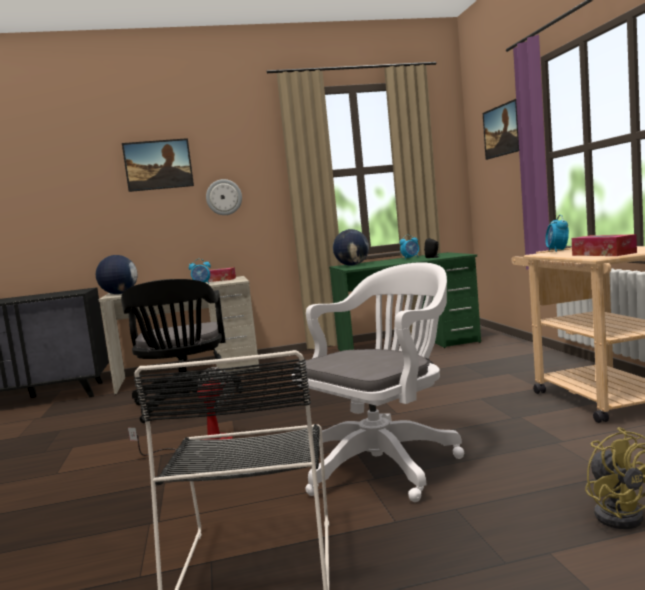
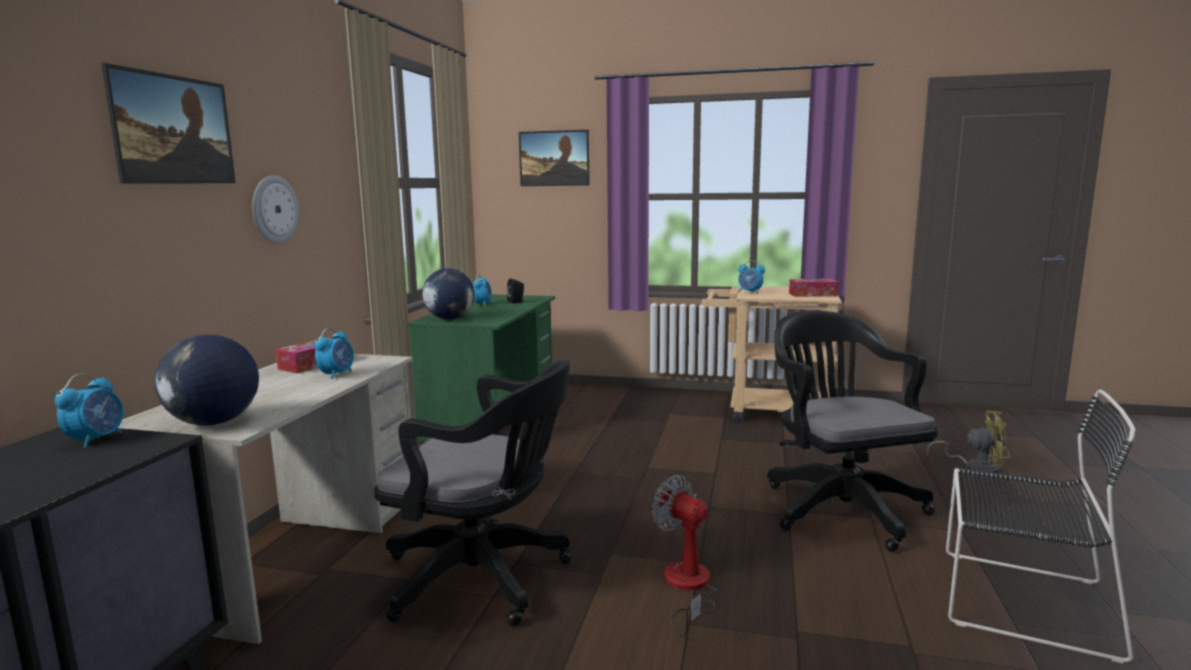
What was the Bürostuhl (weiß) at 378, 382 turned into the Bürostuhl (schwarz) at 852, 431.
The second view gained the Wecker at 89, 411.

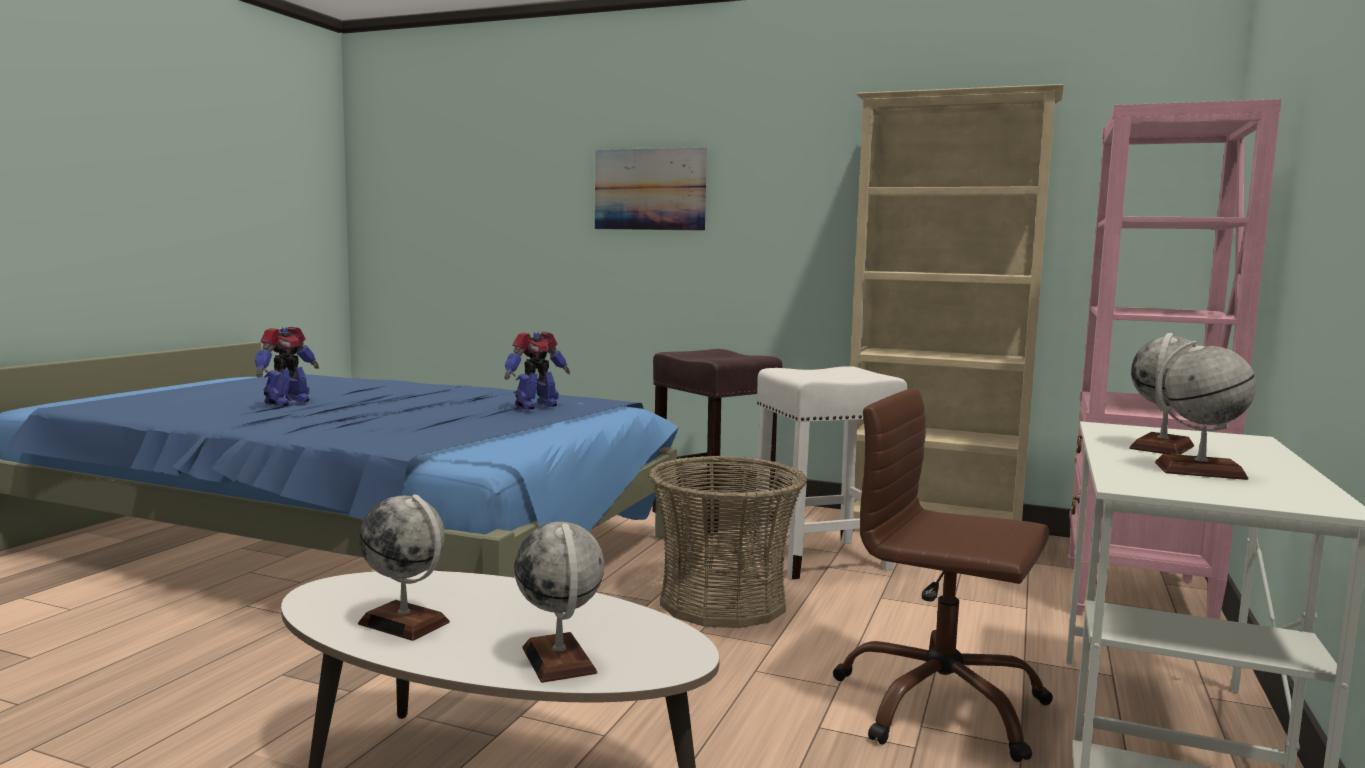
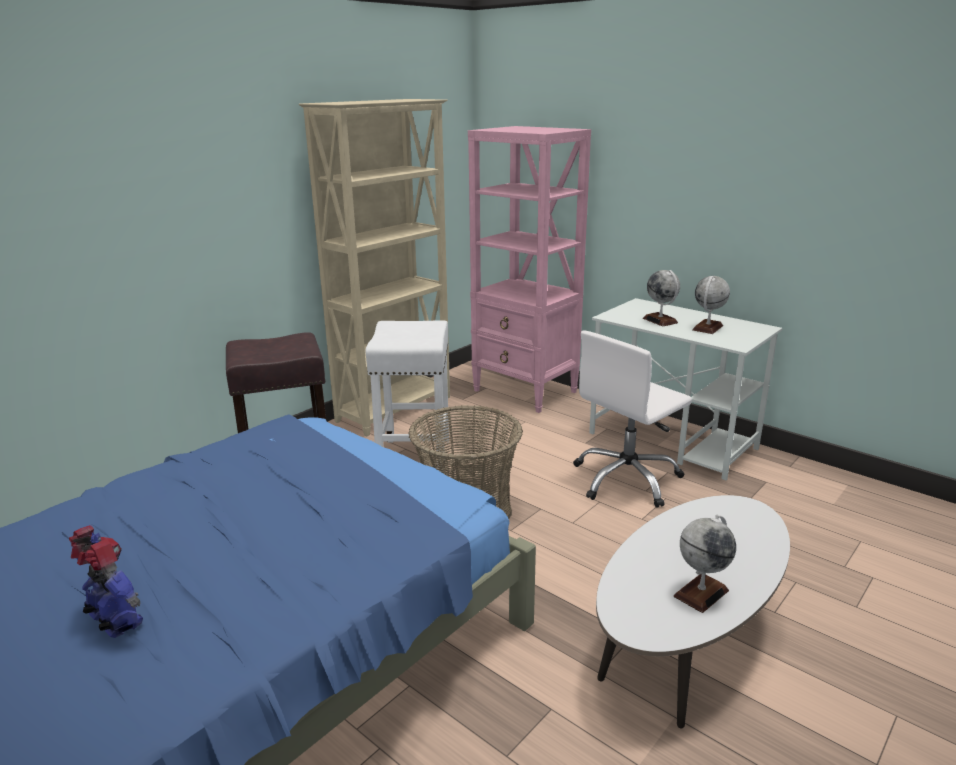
The second view lost the Bild at 651, 189.
The second view lost the Spielzeugroboter at 537, 370.
What was the Bürostuhl (braun) at 943, 575 turned into the Bürostuhl (weiß) at 632, 419.
The second view lost the Globus at 559, 602.

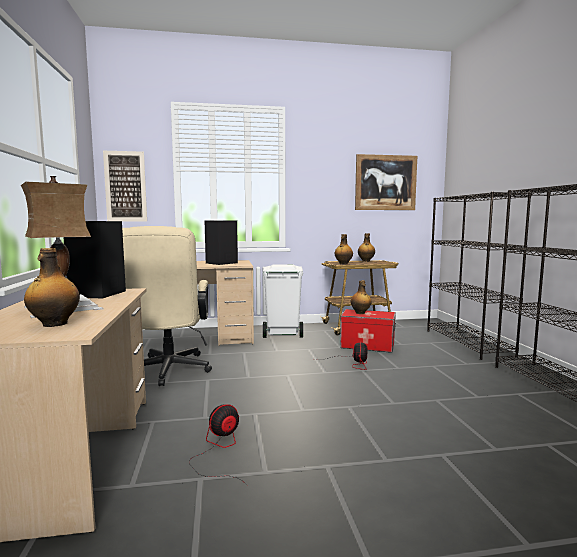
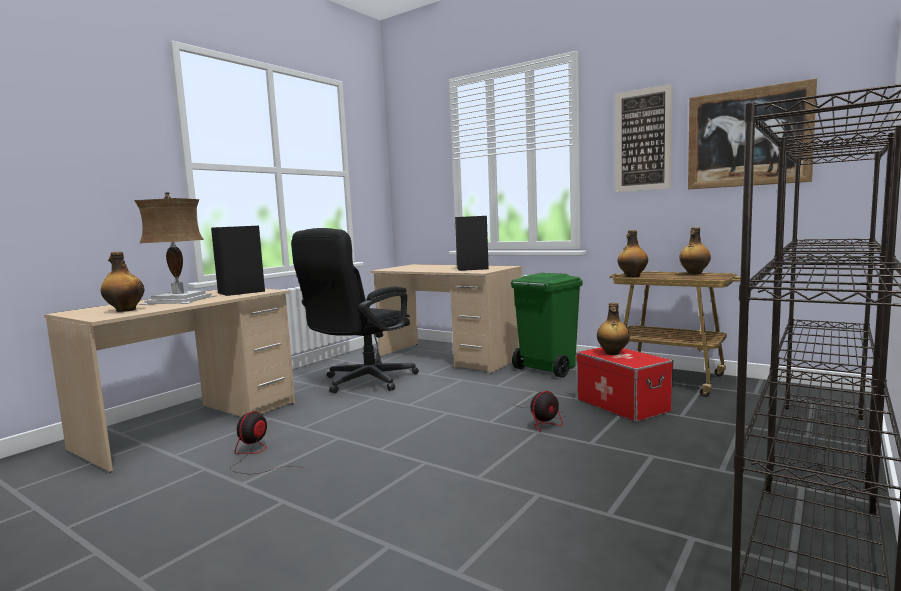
The Bild ended up elsewhere, having gone from 125, 186 to 644, 138.
What was the Bürostuhl (beige) at 167, 306 turned into the Bürostuhl (schwarz) at 355, 310.
What was the Mülleimer (weiß) at 283, 301 turned into the Mülleimer (grün) at 547, 325.
The Ventilator at 218, 445 ended up facing another way, 75 degrees counterclockwise from before.

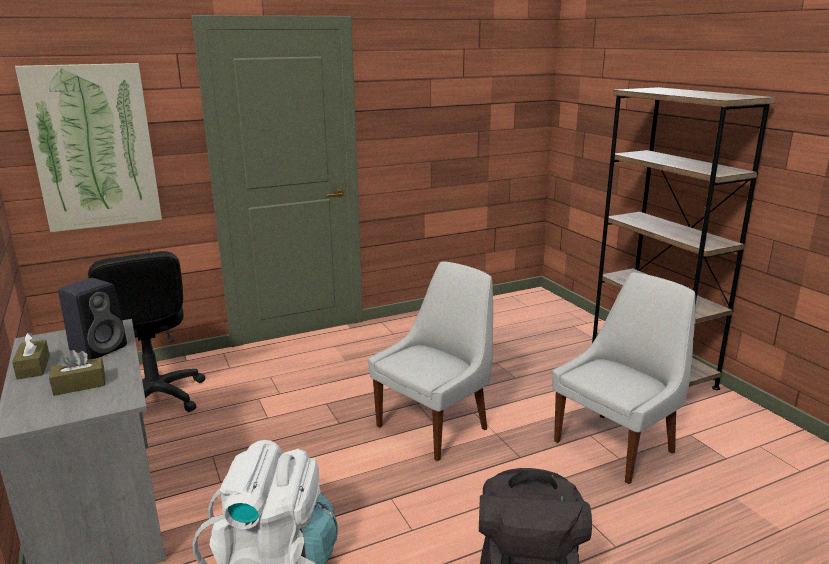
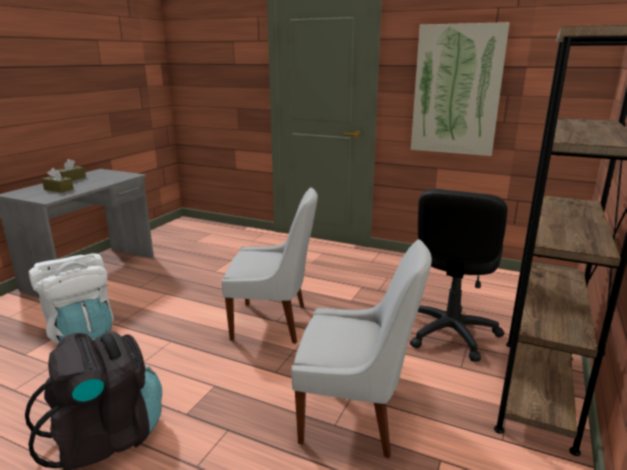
The Bild ended up elsewhere, having gone from 88, 147 to 460, 89.
The Bürostuhl (schwarz) ended up elsewhere, having gone from 146, 331 to 459, 275.
The second view lost the Lautsprecher (schwarz) at 92, 319.

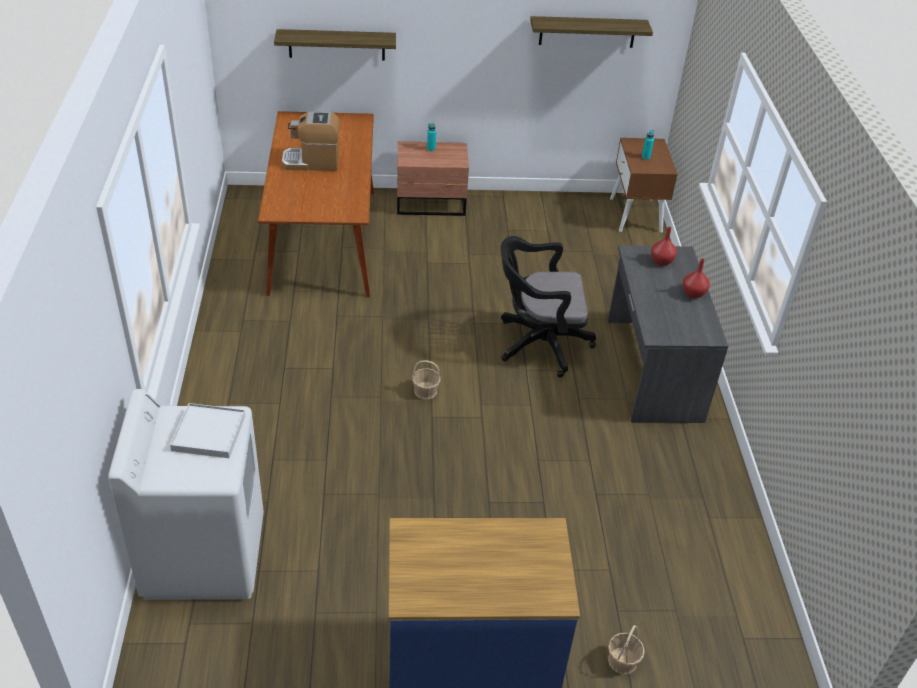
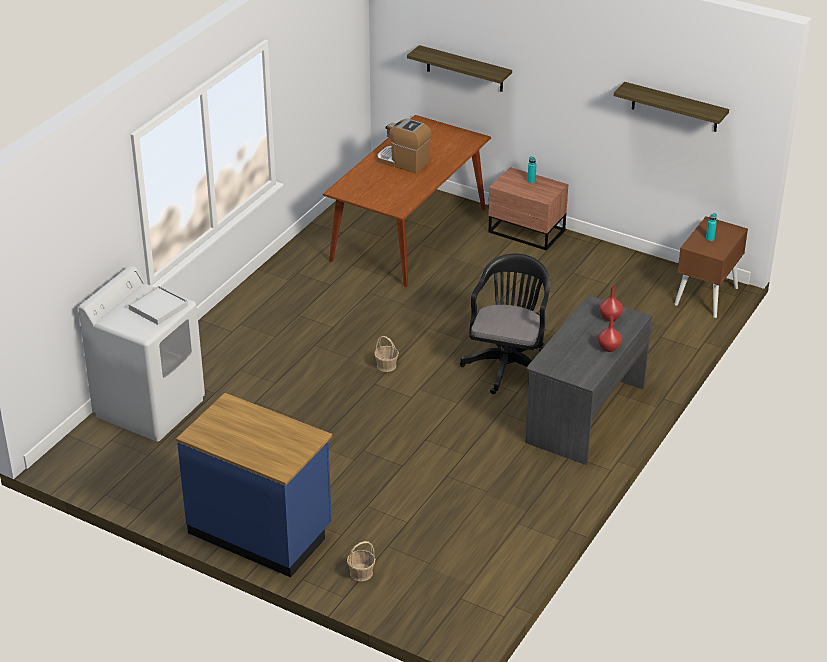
The Bürostuhl (schwarz) at 548, 307 ended up facing another way, 75 degrees clockwise from before.

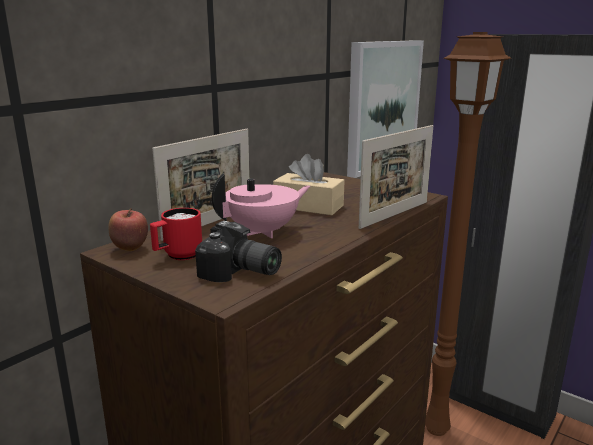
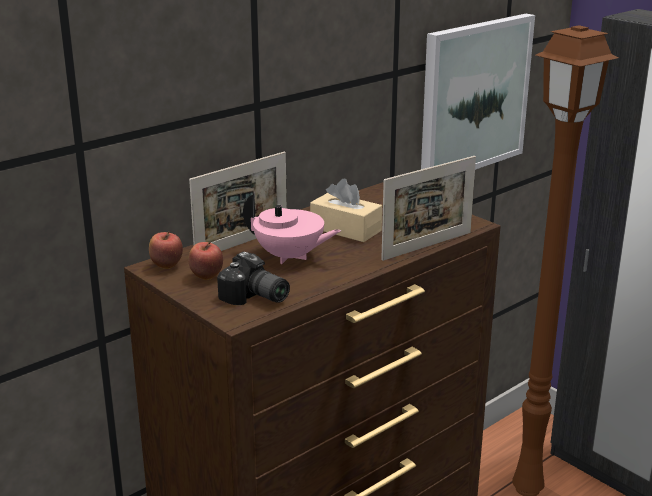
The Teekanne (rosa) at 261, 206 ended up facing another way, 45 degrees clockwise from before.
Where the Henkelbecher (rot) stood at 176, 234, the Apfel came to stand at 205, 261.

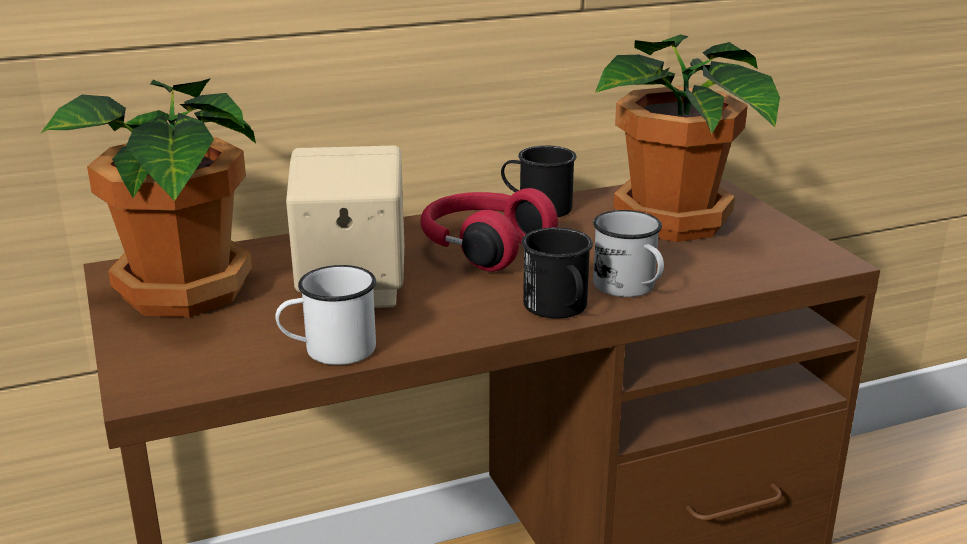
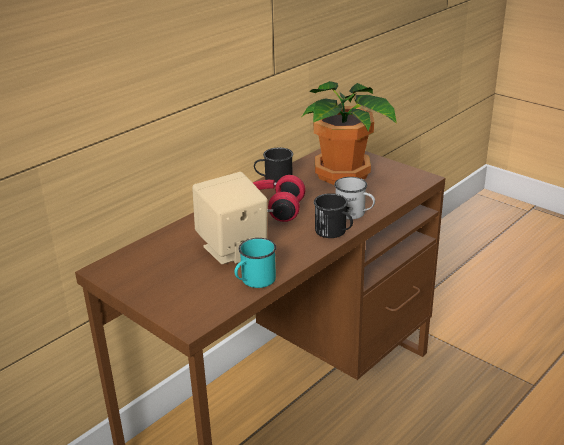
The second view lost the Topfpflanze at 148, 197.
What was the Henkelbecher (weiß) at 325, 315 turned into the Henkelbecher (türkis) at 255, 263.

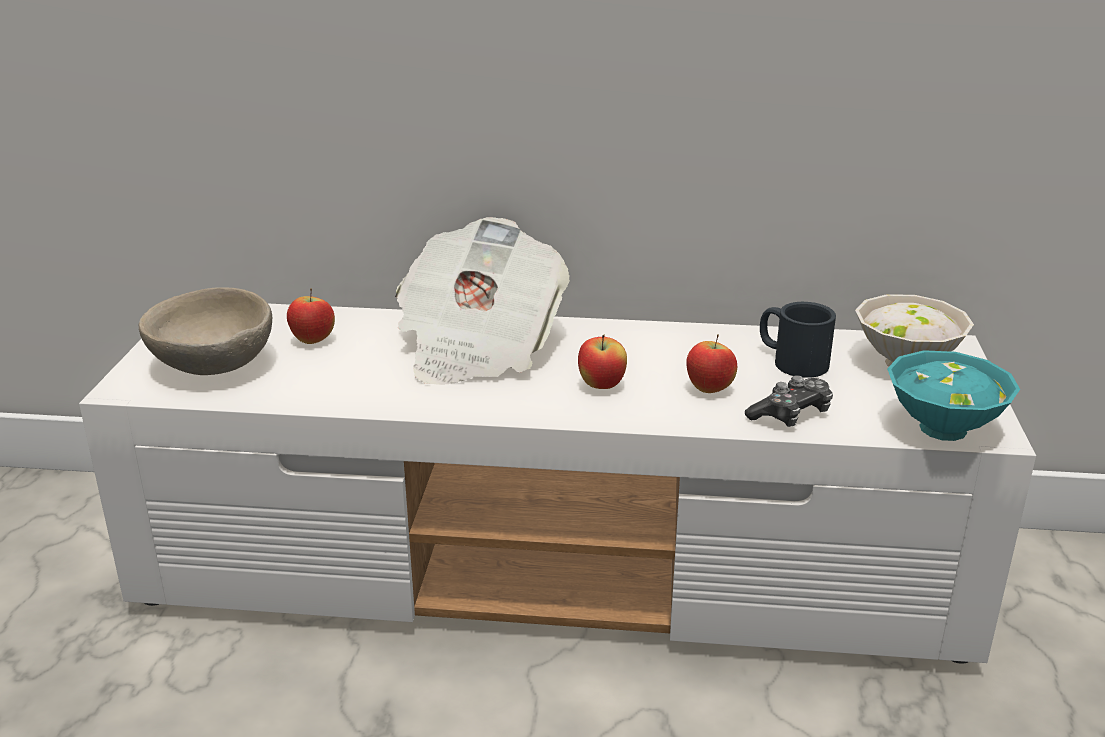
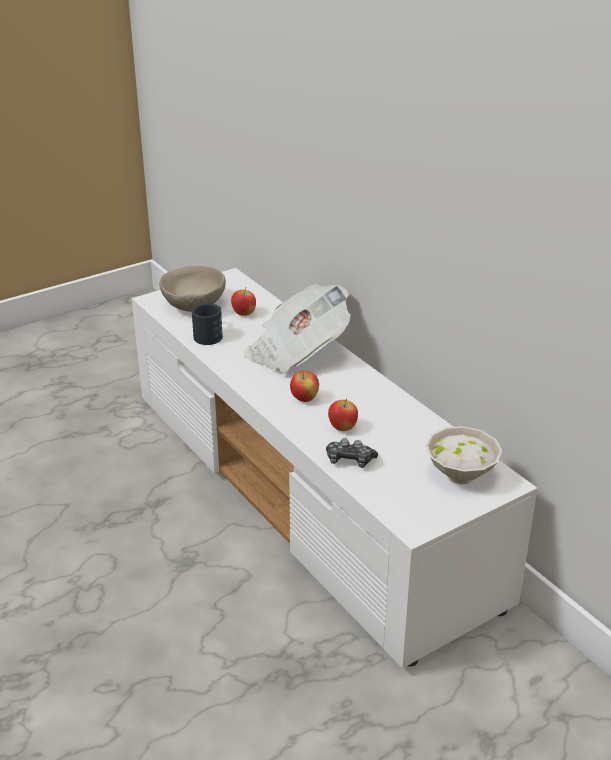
The Henkelbecher (schwarz) ended up elsewhere, having gone from 798, 340 to 207, 324.
The second view lost the Schüssel (türkis) at 953, 395.

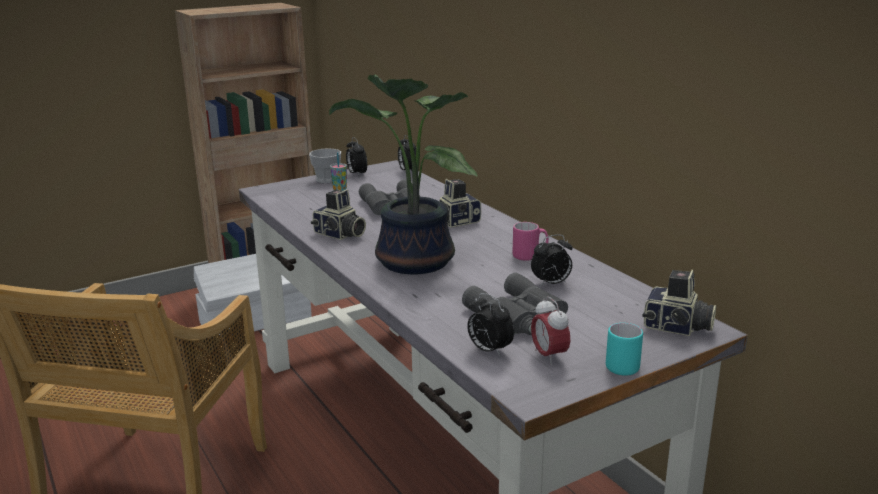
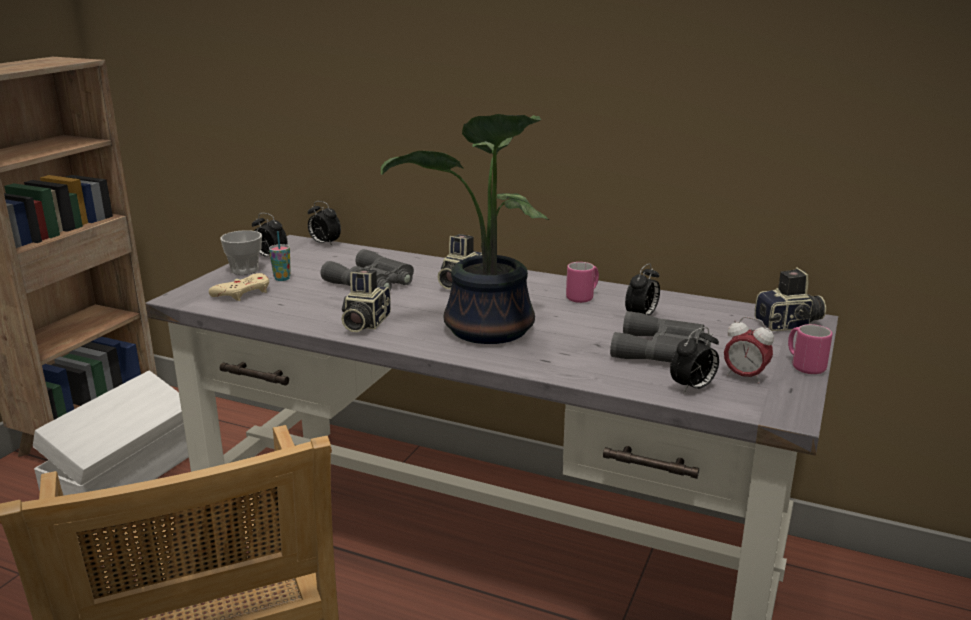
The Kamera at 338, 214 ended up facing another way, 105 degrees clockwise from before.
The Wecker at 490, 325 ended up facing another way, 45 degrees counterclockwise from before.
What was the Henkelbecher (türkis) at 624, 349 turned into the Henkelbecher (rosa) at 810, 349.
The second view gained the Gamepad (beige) at 239, 287.

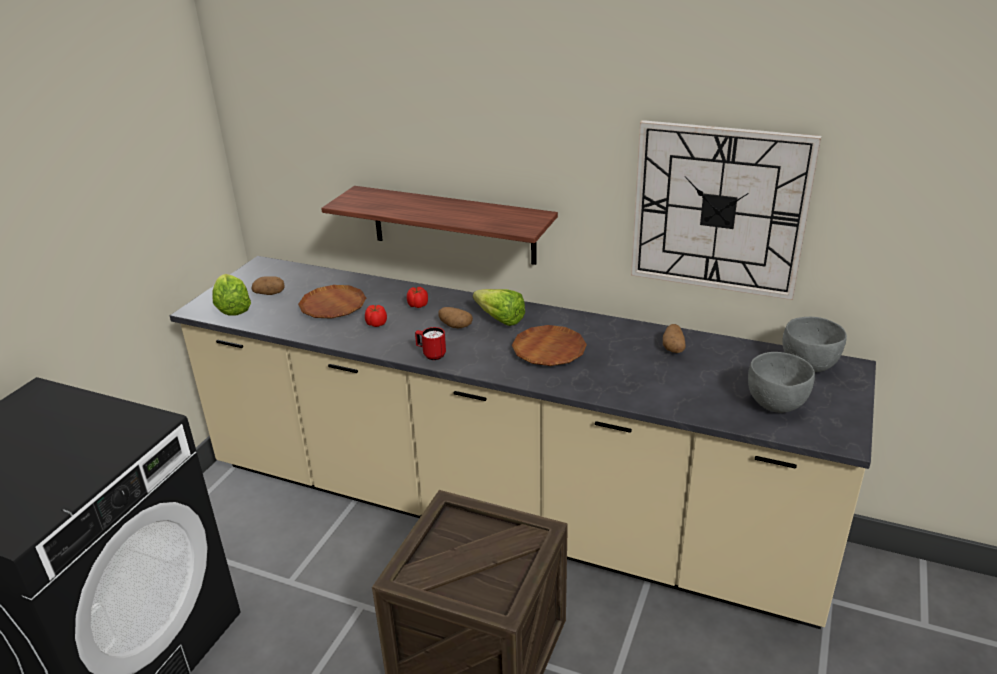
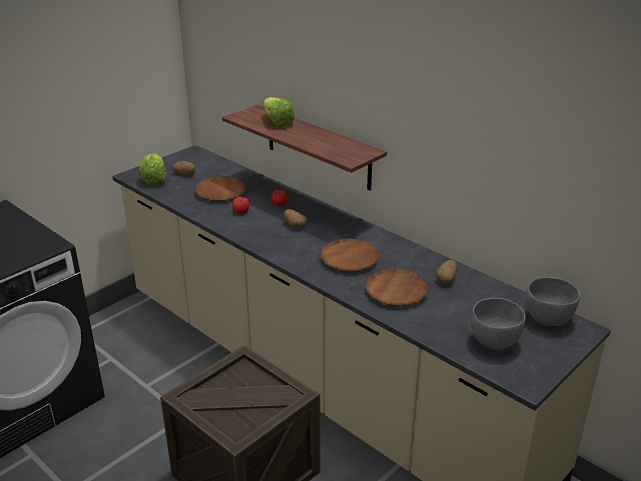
The second view lost the Wanduhr at 726, 210.
The Salatkopf ended up elsewhere, having gone from 499, 307 to 279, 112.
The second view lost the Henkelbecher (rot) at 430, 343.
The second view gained the Teller (braun) at 396, 287.

